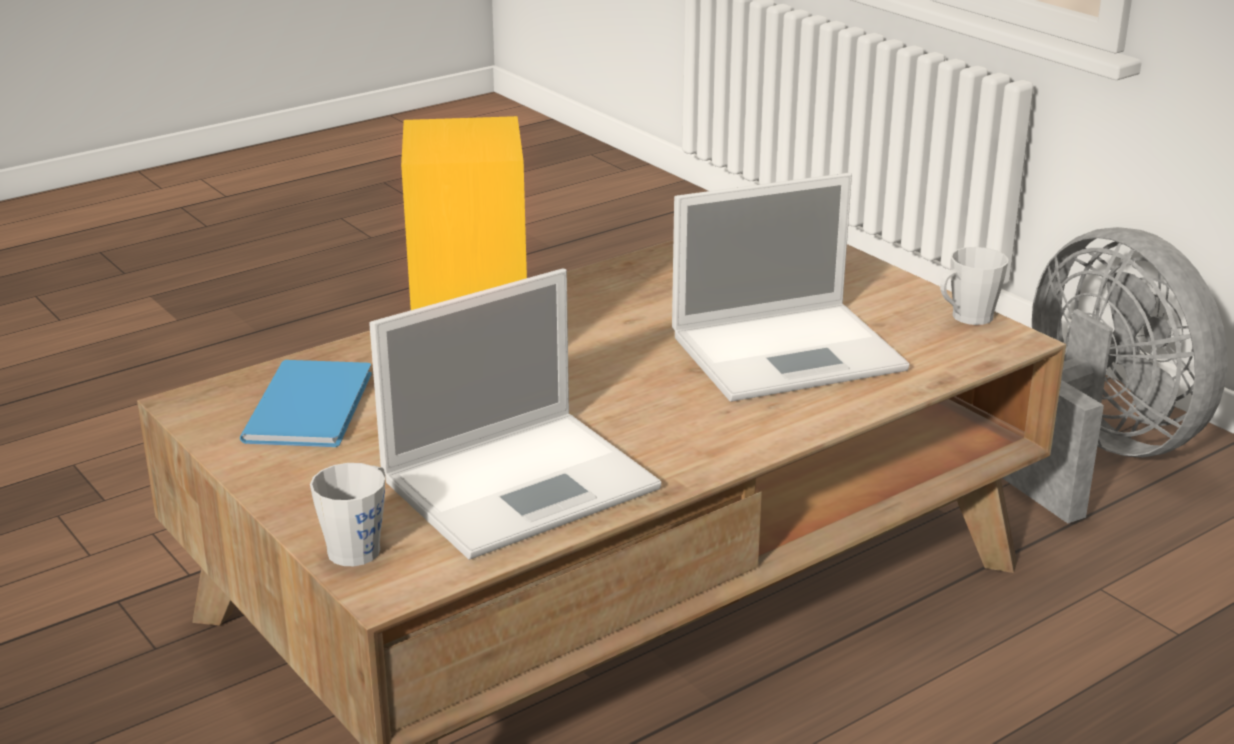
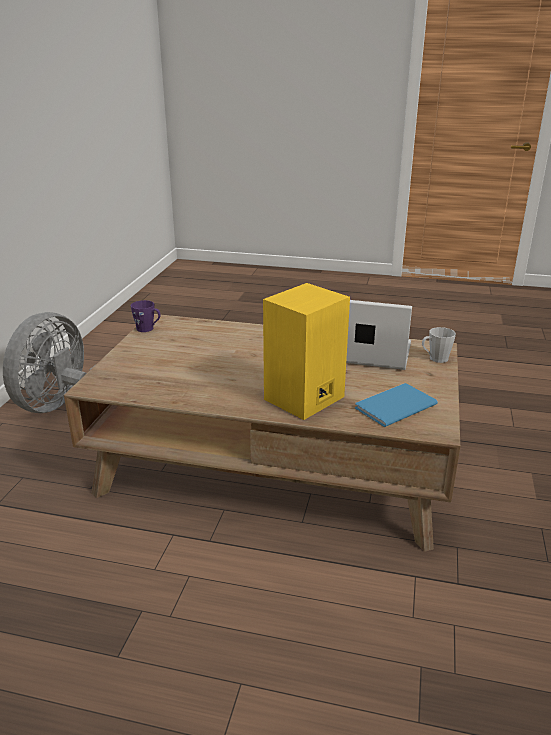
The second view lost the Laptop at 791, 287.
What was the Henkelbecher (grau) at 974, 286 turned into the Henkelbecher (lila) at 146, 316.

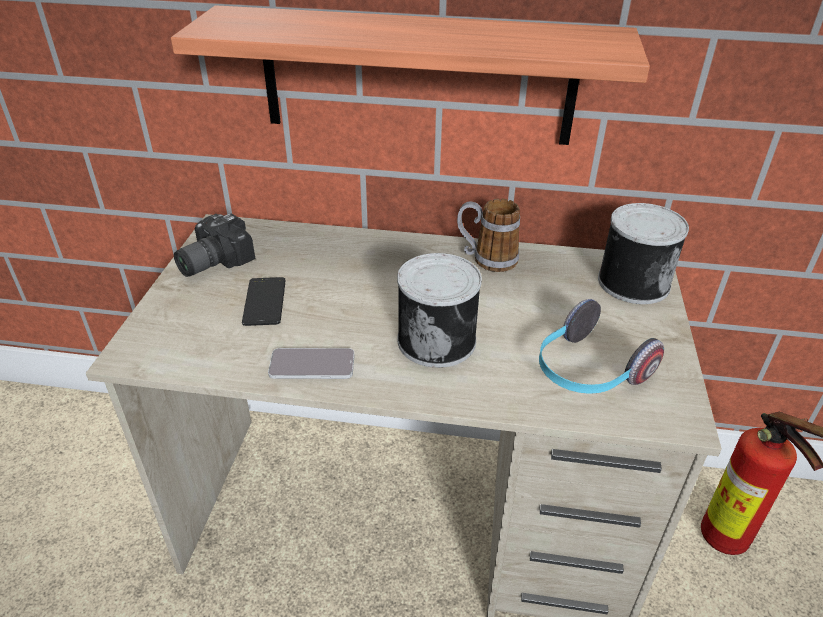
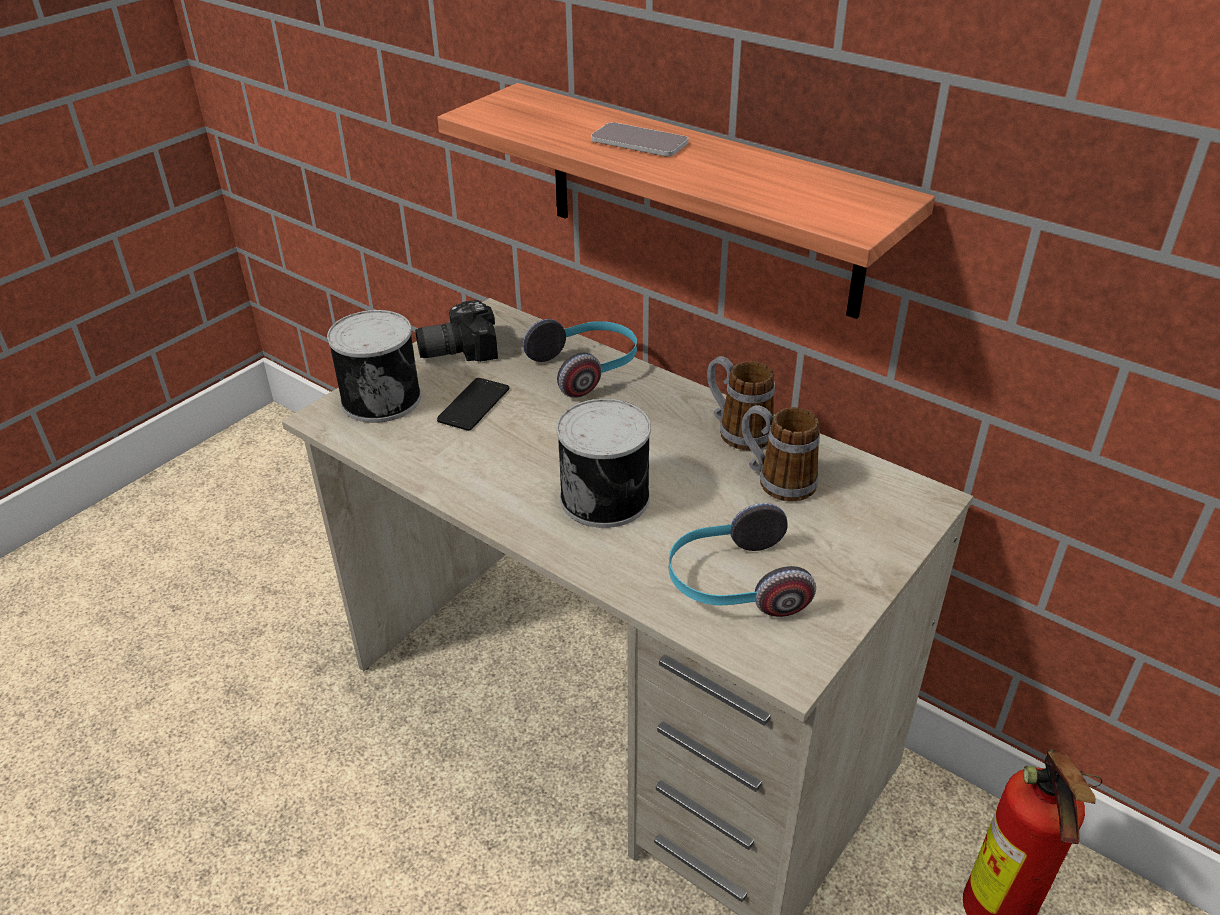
The Dose ended up elsewhere, having gone from 643, 253 to 374, 366.
The Handy ended up elsewhere, having gone from 311, 363 to 639, 139.
The second view gained the Kopfhörer at 580, 358.
The second view gained the Henkelbecher at 781, 453.

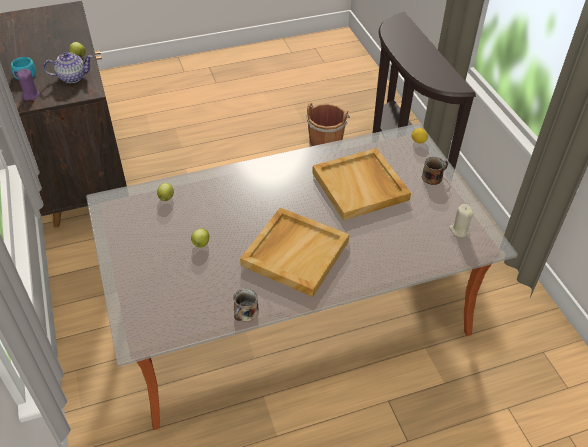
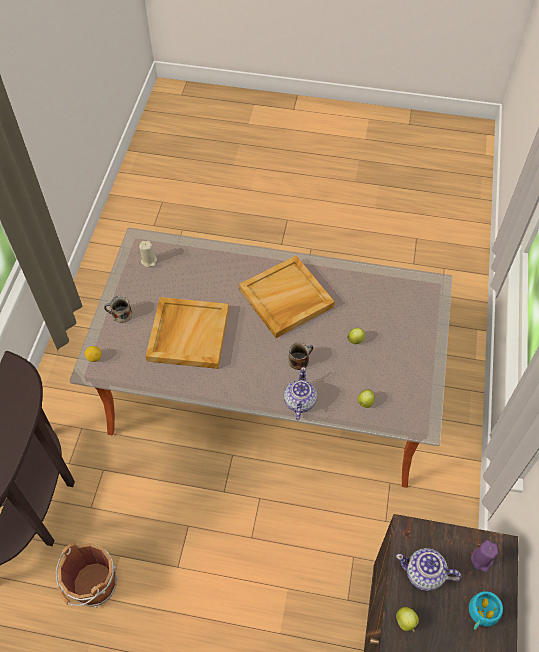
The Henkelbecher ended up elsewhere, having gone from 246, 305 to 301, 356.
The second view gained the Teekanne at 300, 393.

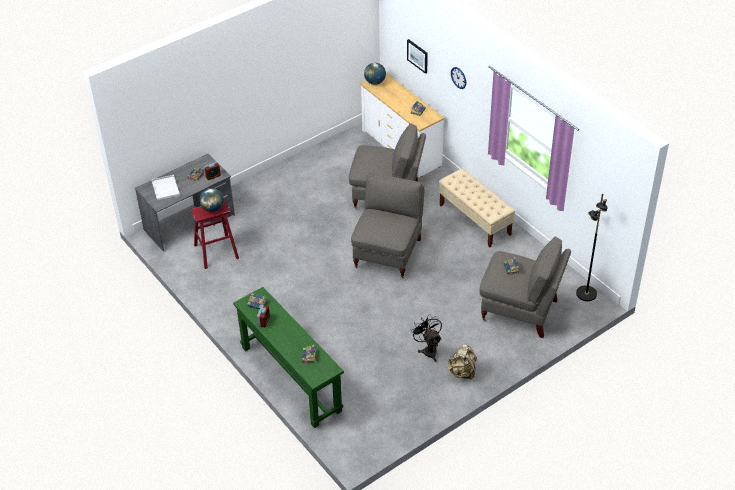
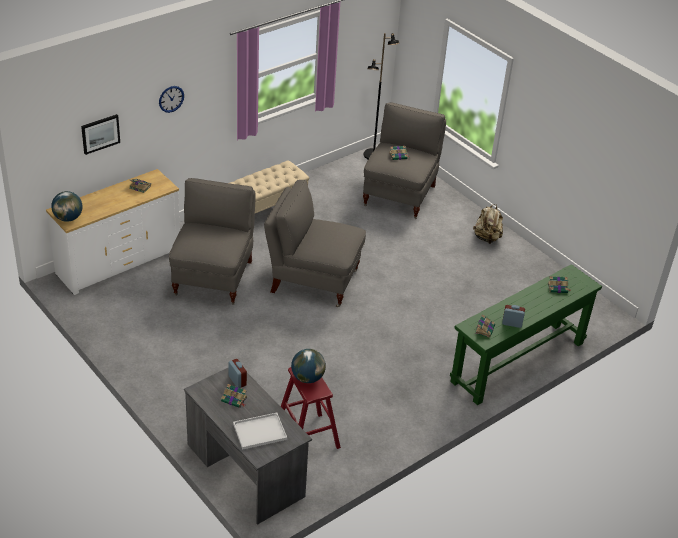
The second view lost the Ventilator (schwarz) at 426, 338.

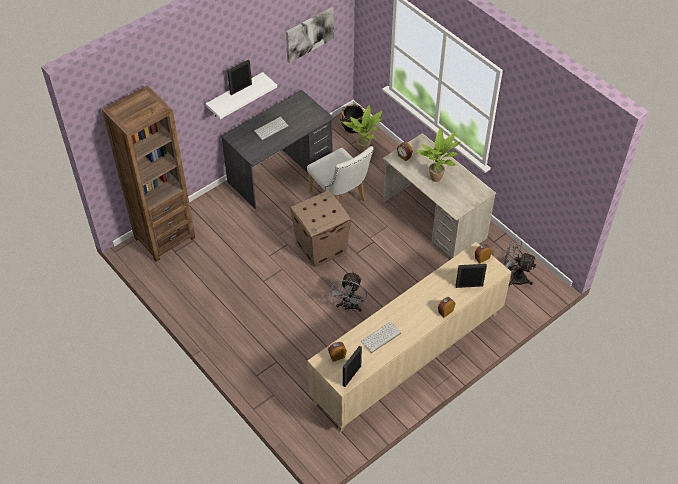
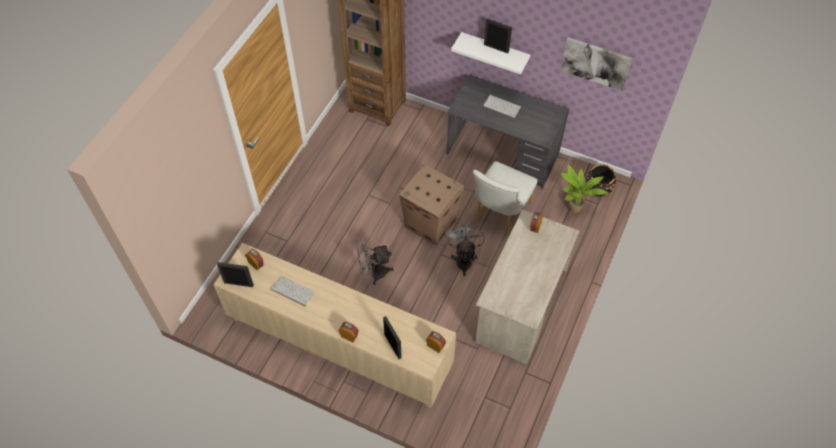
The second view lost the Topfpflanze at 437, 155.
The Ventilator (grau) ended up elsewhere, having gone from 519, 262 to 465, 249.

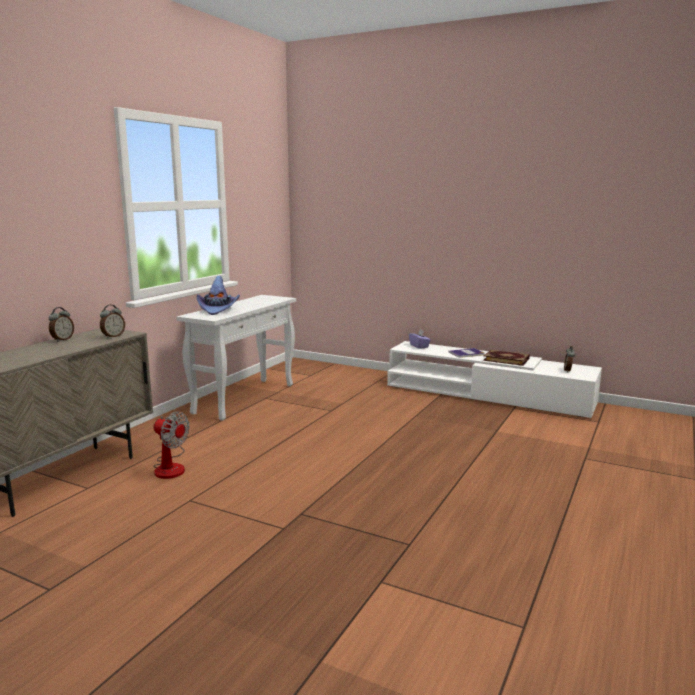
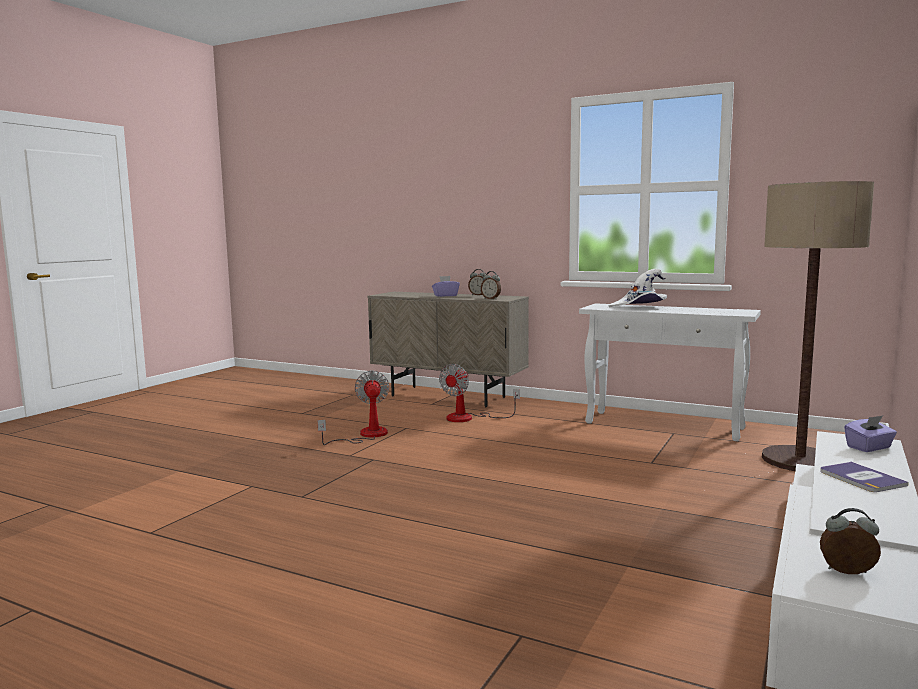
What was the Hut (lila) at 218, 295 turned into the Hut (weiß) at 637, 288.
The second view lost the Buch at 506, 358.
The second view gained the Stehlampe at 818, 326.
The second view gained the Taschentuchbox (lila) at 446, 286.
The second view gained the Ventilator at 353, 407.

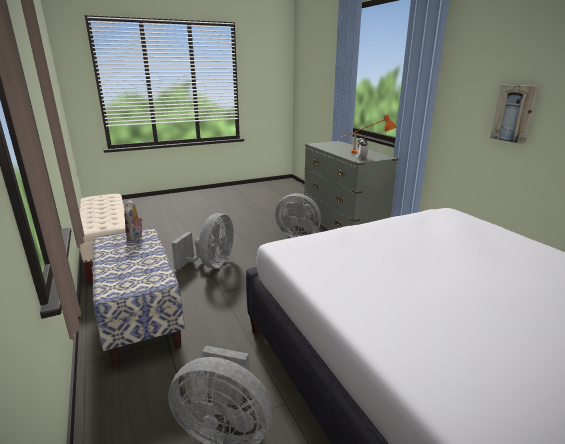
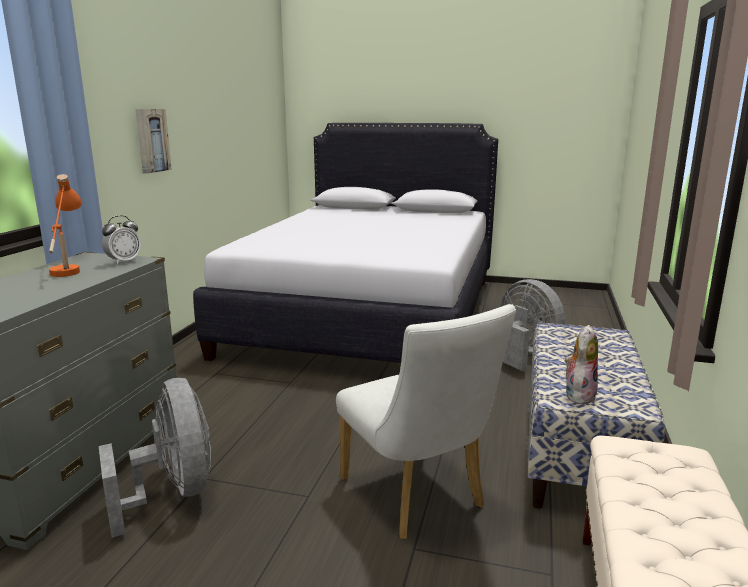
Where the Ventilator (grau) stood at 202, 241, the Stuhl (weiß) came to stand at 426, 421.

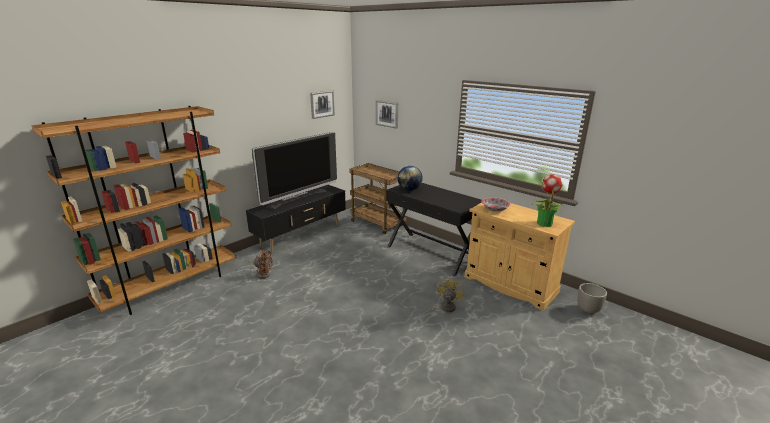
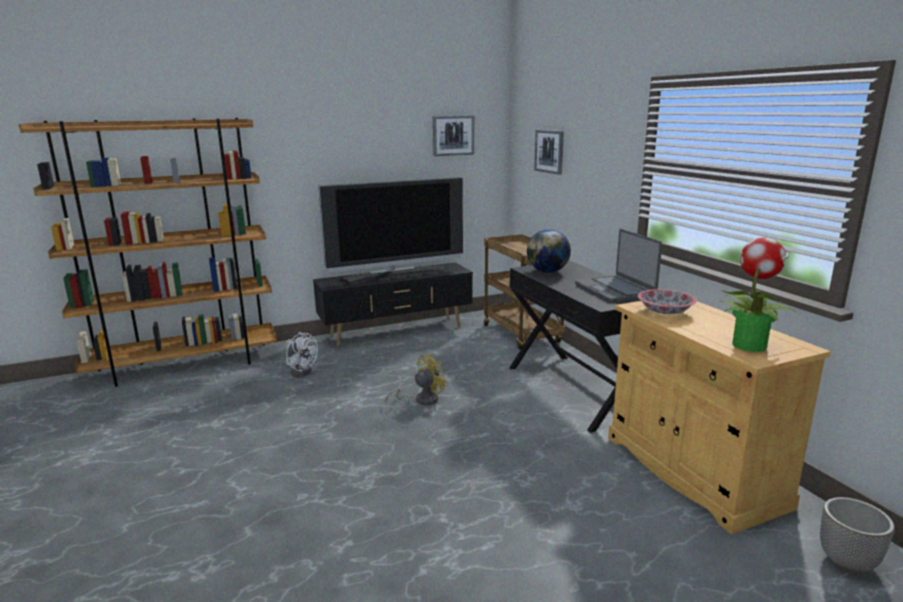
What was the Ventilator (braun) at 260, 264 turned into the Ventilator (weiß) at 302, 354.
The Ventilator (gelb) ended up elsewhere, having gone from 445, 297 to 416, 379.
The second view gained the Laptop at 618, 266.

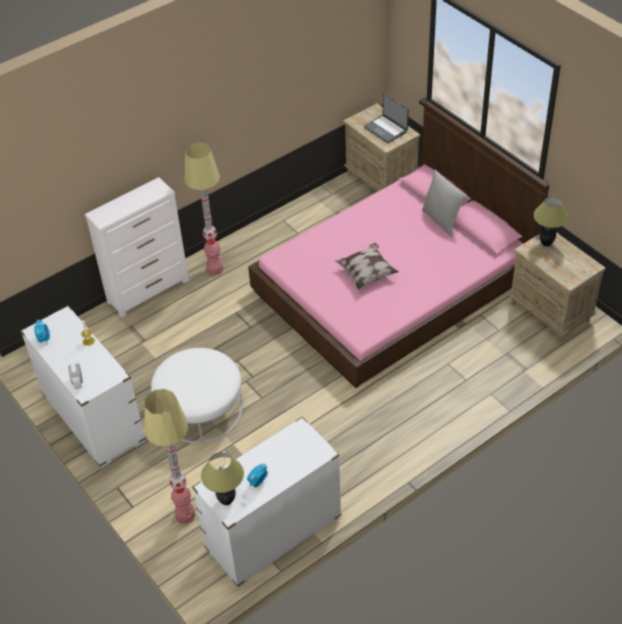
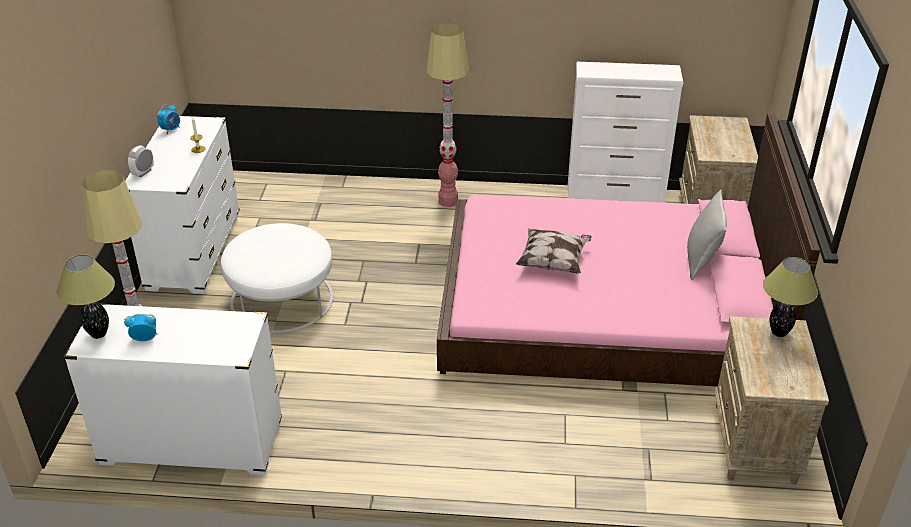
The second view lost the Laptop at 386, 118.
The Kommode (weiß) ended up elsewhere, having gone from 137, 247 to 625, 132.

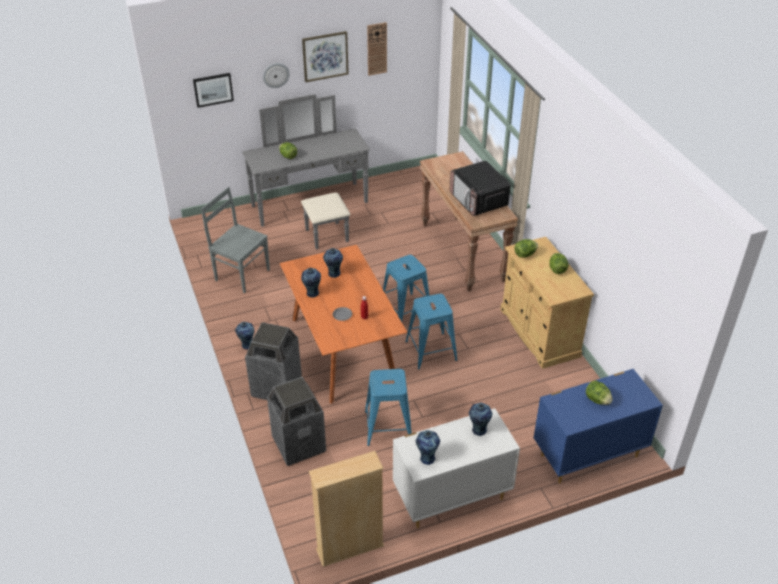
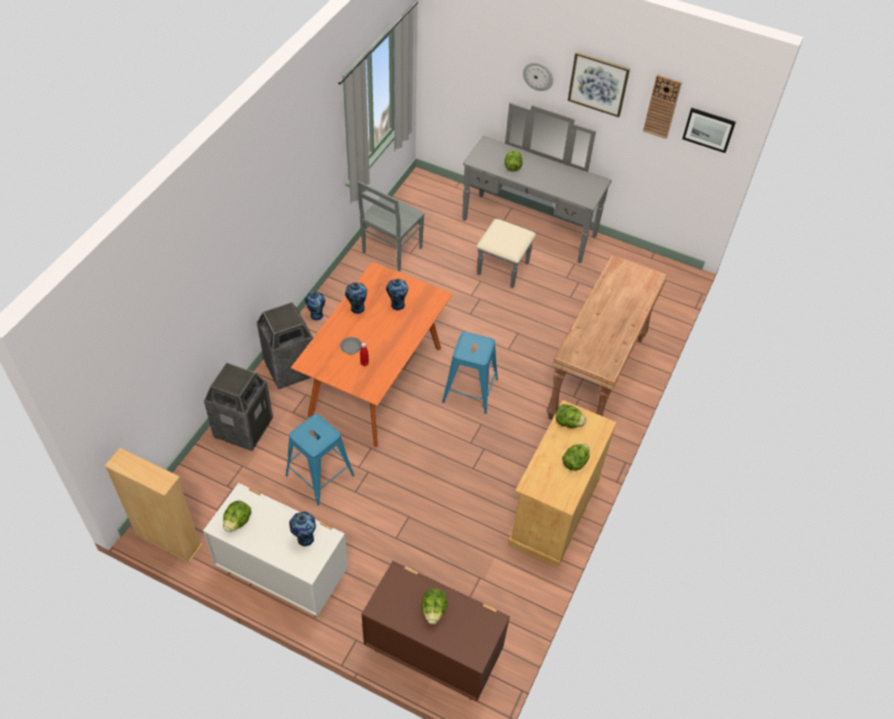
The Bild ended up elsewhere, having gone from 213, 90 to 709, 130.
The second view lost the Mikrowelle at 480, 188.
The Stuhl (grau) at 235, 240 ended up facing another way, 135 degrees counterclockwise from before.
The second view lost the Hocker (blau) at 431, 332.
What was the Kommode (blau) at 598, 426 turned into the Kommode (braun) at 436, 631.
Where the Vase stood at 428, 447, the Salatkopf came to stand at 237, 516.

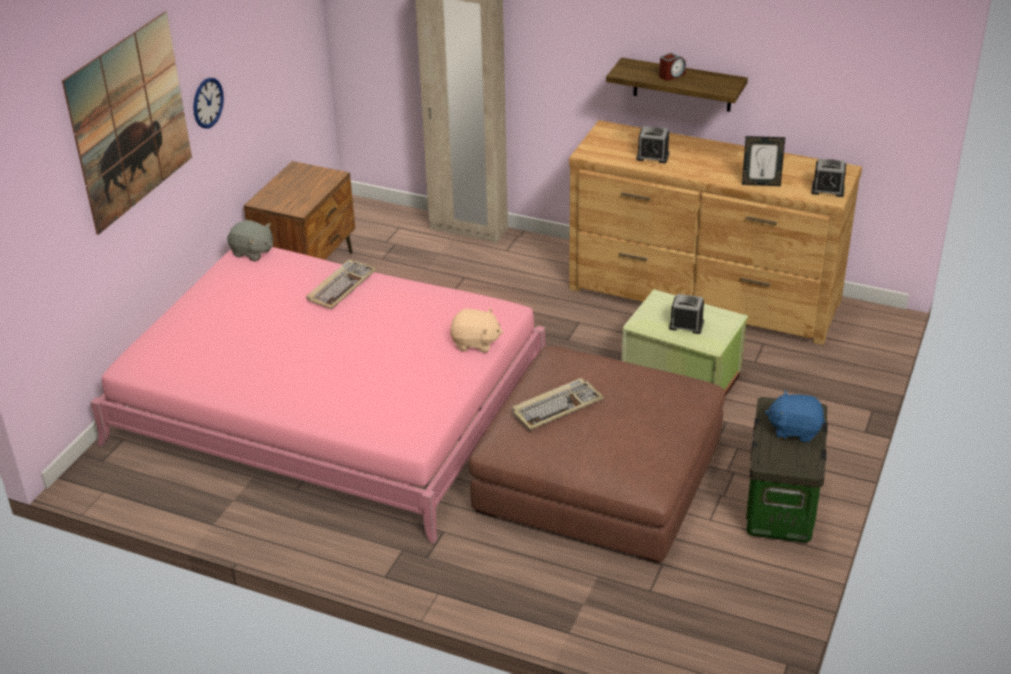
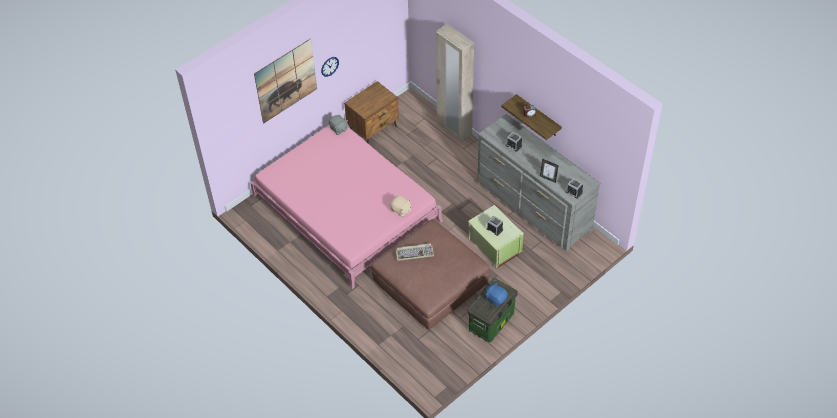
What was the Kommode (braun) at 715, 232 turned into the Kommode (grau) at 538, 182.
The second view lost the Tastatur at 341, 284.

